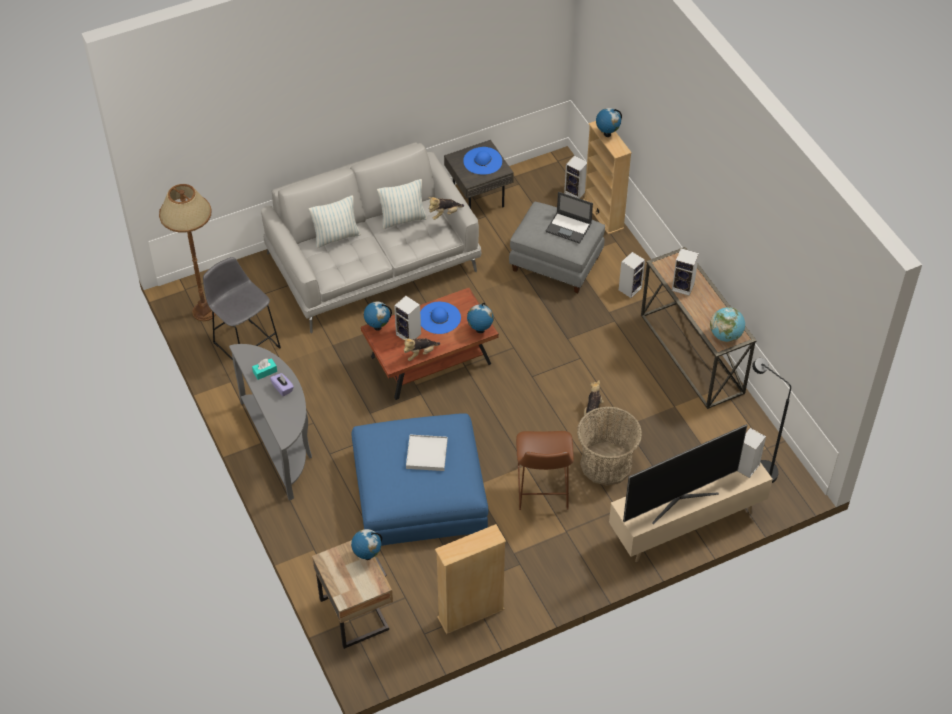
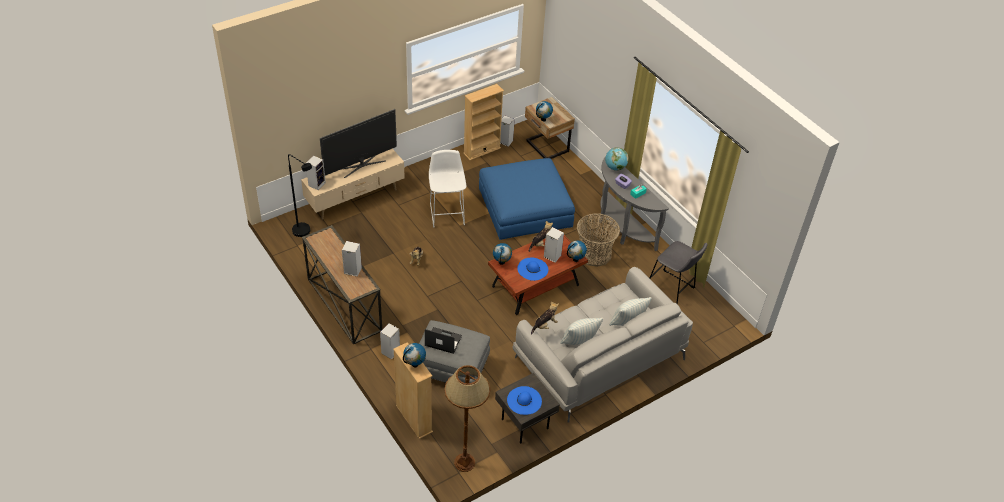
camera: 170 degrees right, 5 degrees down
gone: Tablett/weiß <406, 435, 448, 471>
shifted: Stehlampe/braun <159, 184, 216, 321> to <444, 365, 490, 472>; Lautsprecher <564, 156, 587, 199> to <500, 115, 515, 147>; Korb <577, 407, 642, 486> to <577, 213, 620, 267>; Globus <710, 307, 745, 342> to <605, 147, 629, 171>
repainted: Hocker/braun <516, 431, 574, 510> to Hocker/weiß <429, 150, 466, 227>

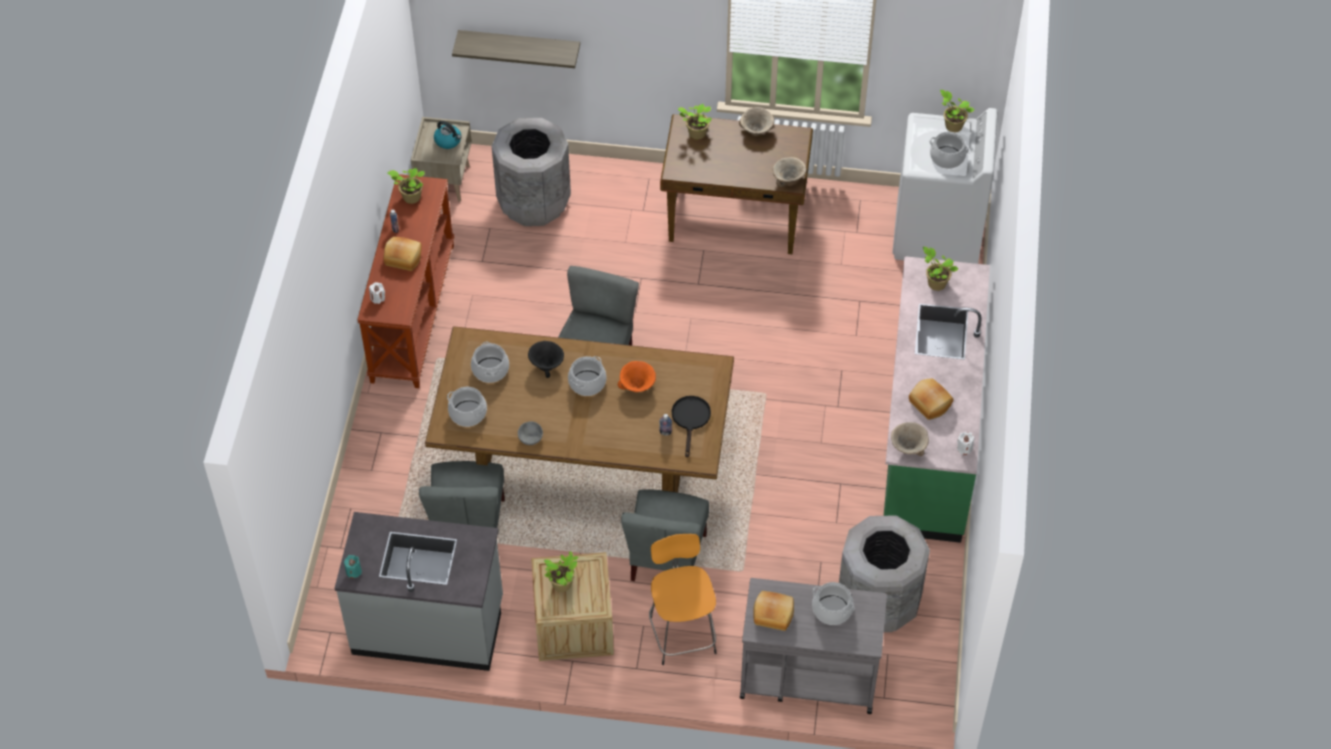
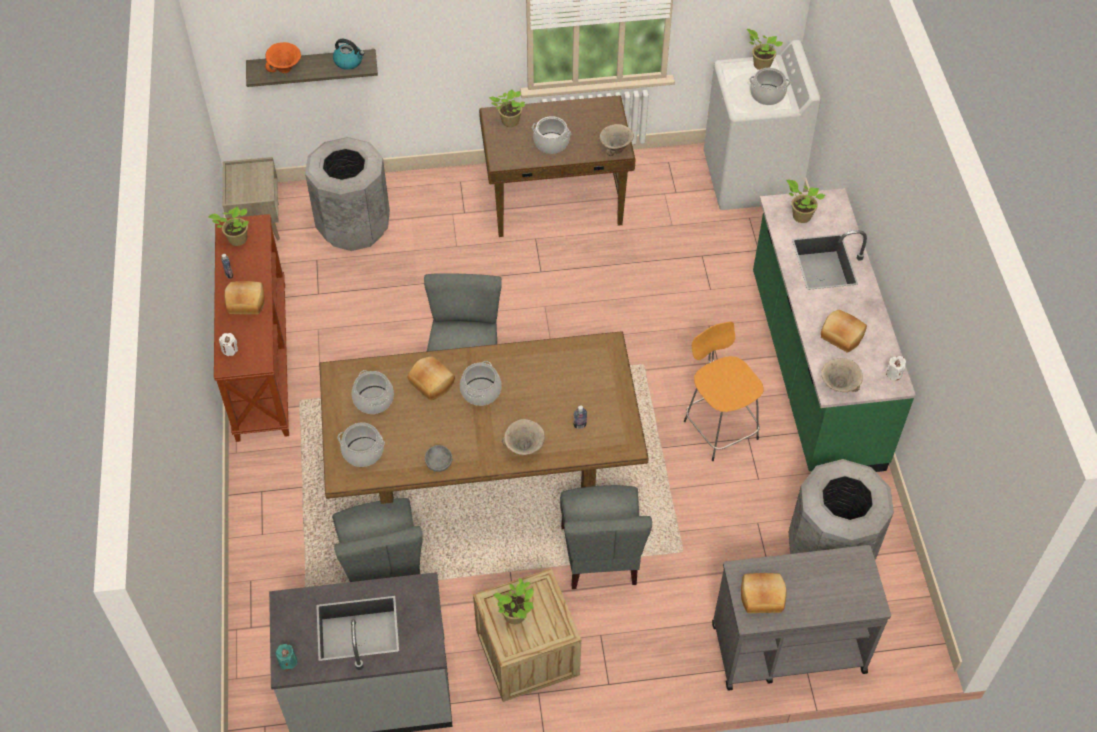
camera: 15 degrees left, 0 degrees up
gone: Pfanne/schwarz <672, 396, 711, 458>
shifted: Schüssel/orange <618, 361, 656, 392> to <265, 42, 301, 73>; Wasserkessel <434, 121, 461, 149> to <333, 39, 364, 70>; Schüssel/beige <739, 107, 774, 136> to <502, 419, 545, 455>; Kochtopf <812, 582, 854, 625> to <532, 116, 571, 154>; Hocker/orange <649, 534, 717, 665> to <684, 321, 763, 461>
swapped: Schüssel/schwarz <528, 341, 564, 378> to Brot <408, 356, 455, 400>

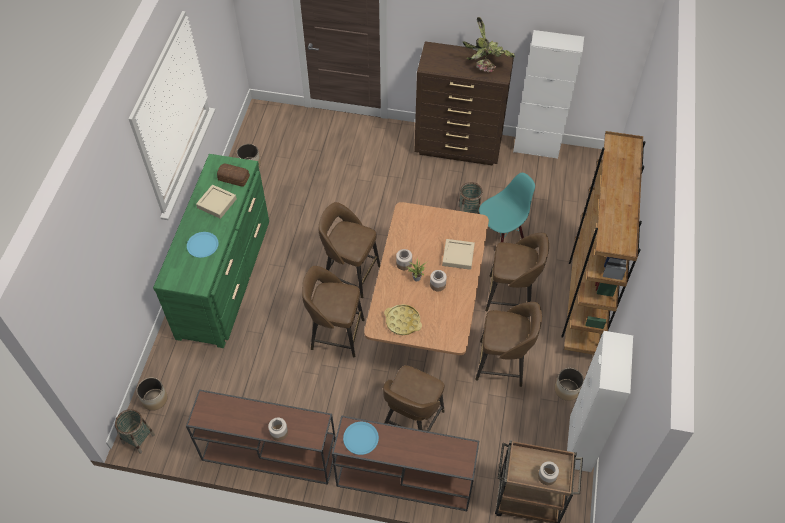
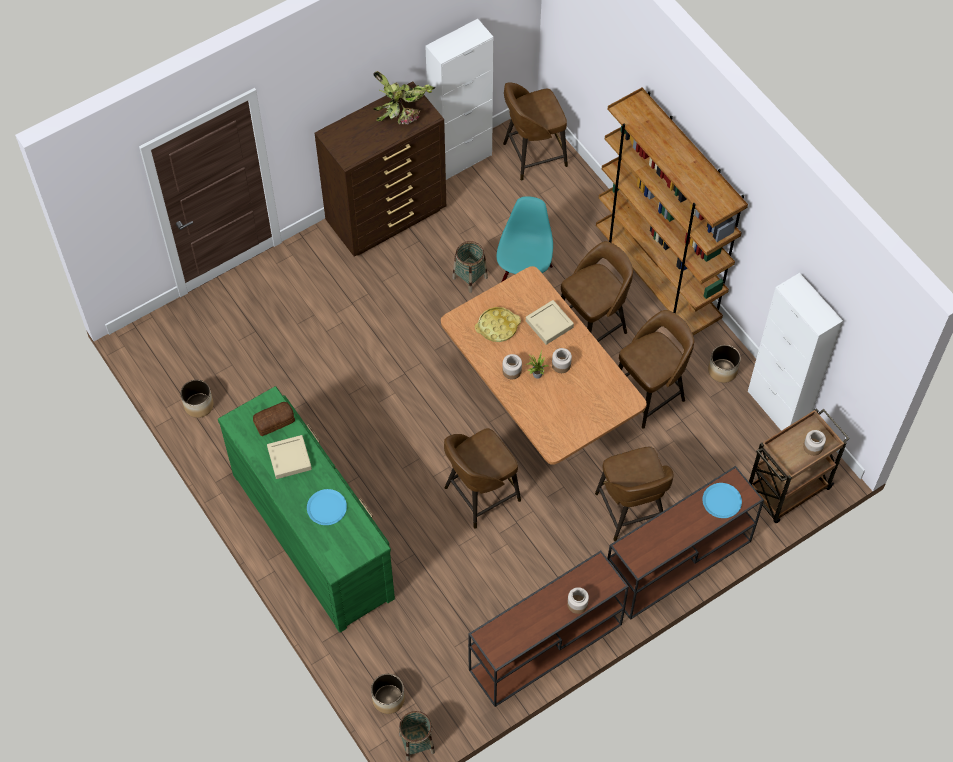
camera: 45 degrees left, 5 degrees up
shifted: Tablett/gelb <384, 304, 422, 335> to <475, 307, 521, 342>; Hocker/braun <319, 202, 380, 298> to <503, 82, 568, 181>; Teller/blau <343, 422, 379, 455> to <703, 483, 742, 518>

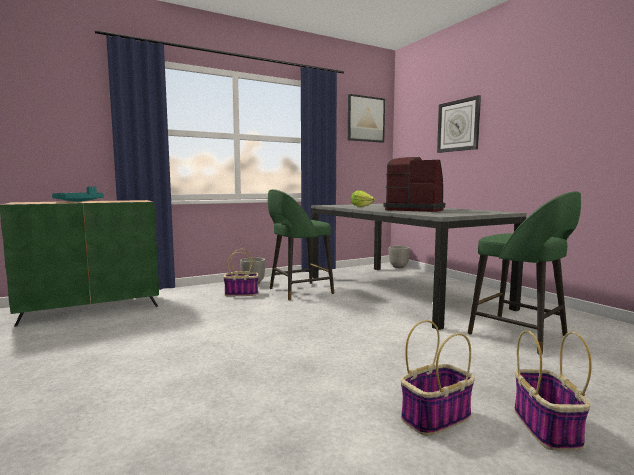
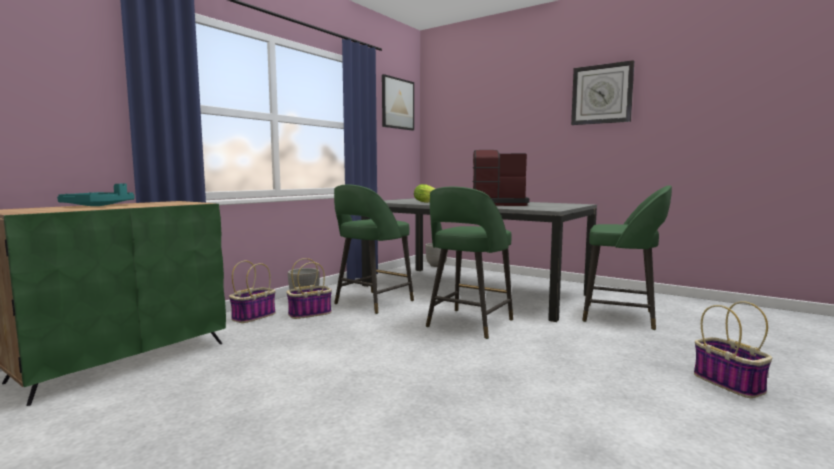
camera: 25 degrees left, 0 degrees up
new: Hocker/grün <426, 187, 513, 339>
shifted: Korb <401, 320, 475, 436> to <229, 261, 276, 323>; Wanduhr <437, 95, 481, 153> to <571, 60, 634, 125>

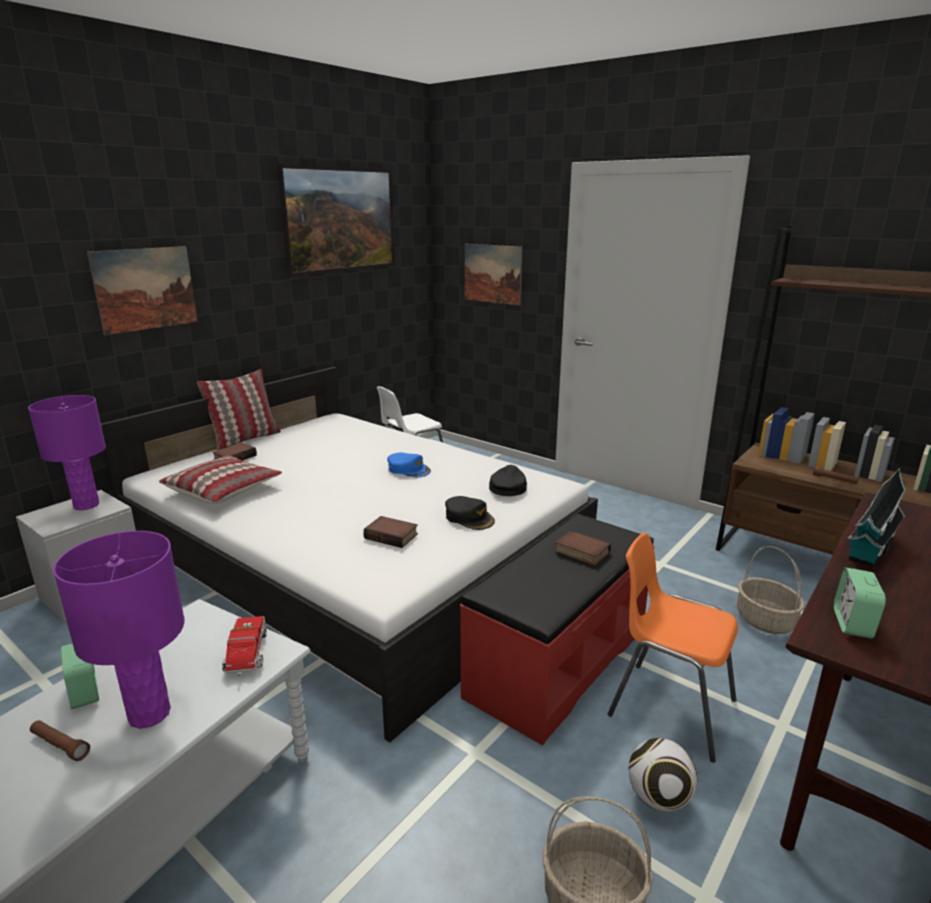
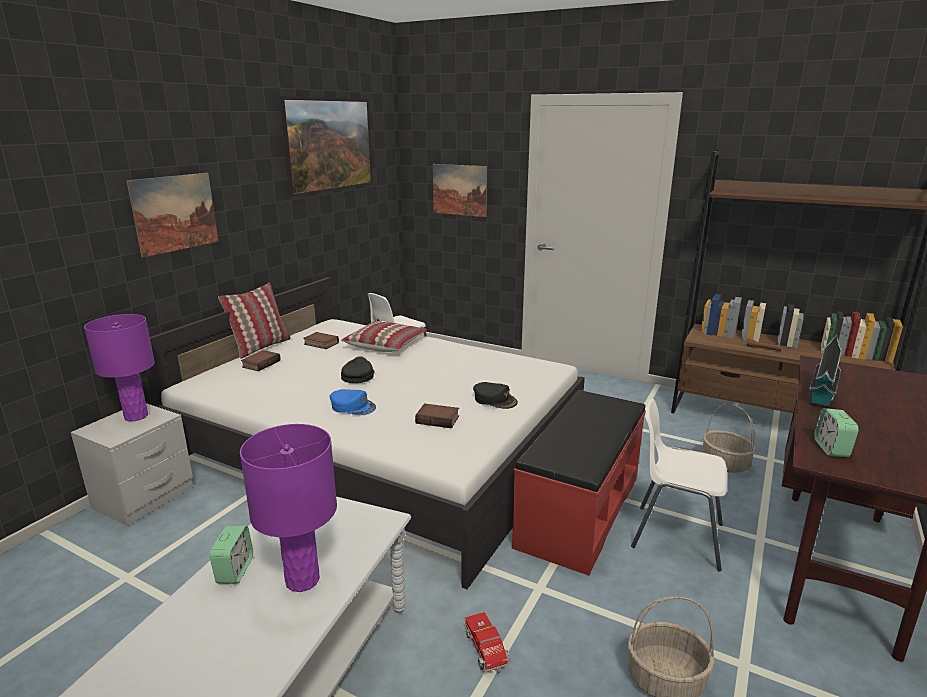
camera: 10 degrees left, 0 degrees up
gone: Taschenlampe/braun <30, 720, 90, 761>; Fußball <628, 738, 697, 812>
shifted: Buch <555, 530, 611, 566> to <303, 332, 339, 349>; Kappe/blau <387, 453, 431, 478> to <329, 389, 376, 415>; Kissen <159, 455, 282, 504> to <341, 321, 427, 352>; Kappe/schwarz <489, 465, 527, 496> to <341, 356, 375, 383>; Spielzeuglaster <222, 616, 267, 676> to <464, 612, 510, 673>
repainted: Stuhl/orange <608, 533, 738, 763> to Stuhl/weiß <631, 398, 727, 571>
rotated: Wecker <61, 643, 99, 710> = <210, 525, 253, 584> 135 degrees counterclockwise

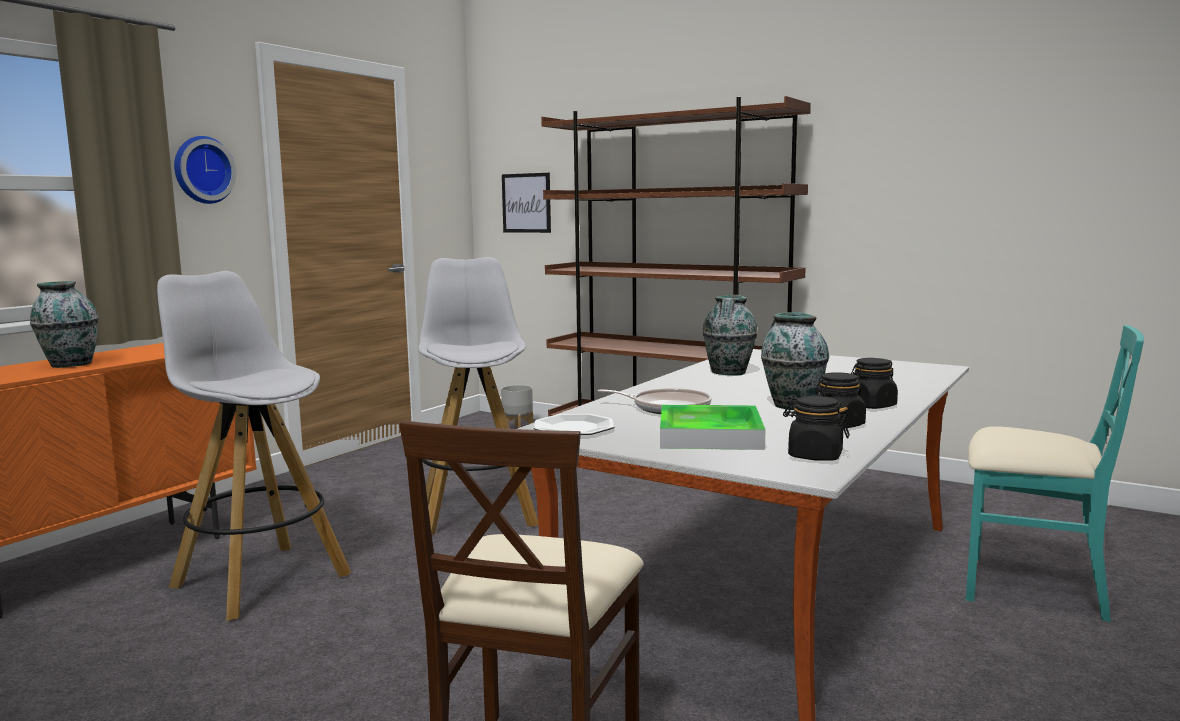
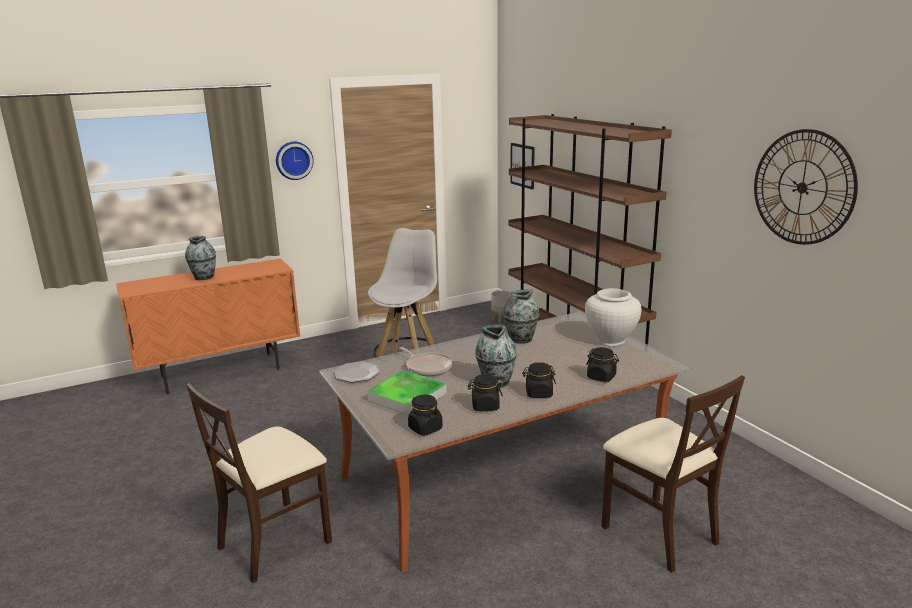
camera: 30 degrees right, 10 degrees up
gone: Hocker/weiß <157, 271, 351, 621>
new: Vase/weiß <585, 288, 641, 346>; Vorratsglas/schwarz <586, 347, 619, 382>; Wanduhr <754, 129, 858, 245>
repainted: Stuhl/türkis <966, 325, 1144, 622> to Stuhl/beige <601, 375, 745, 573>

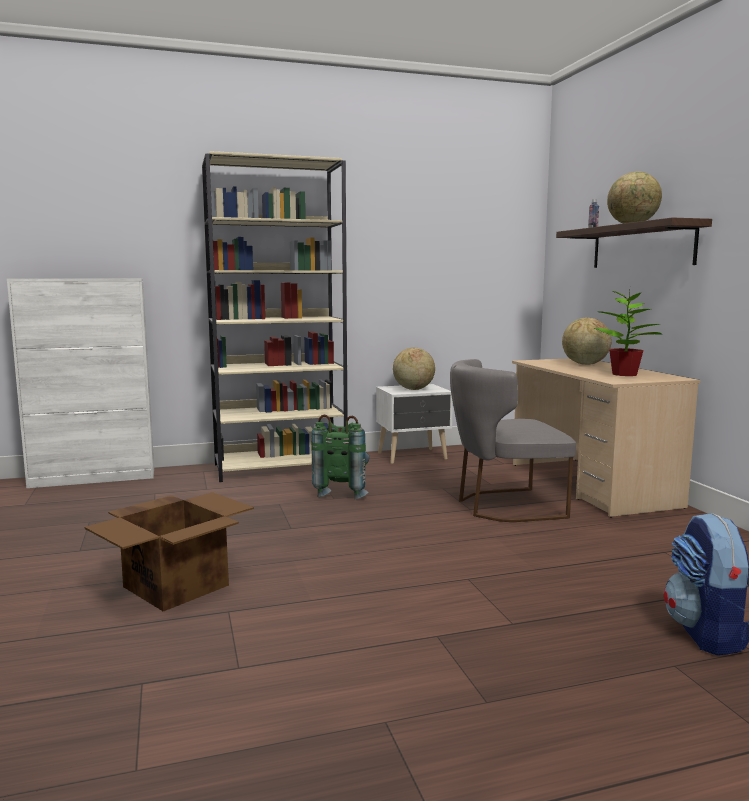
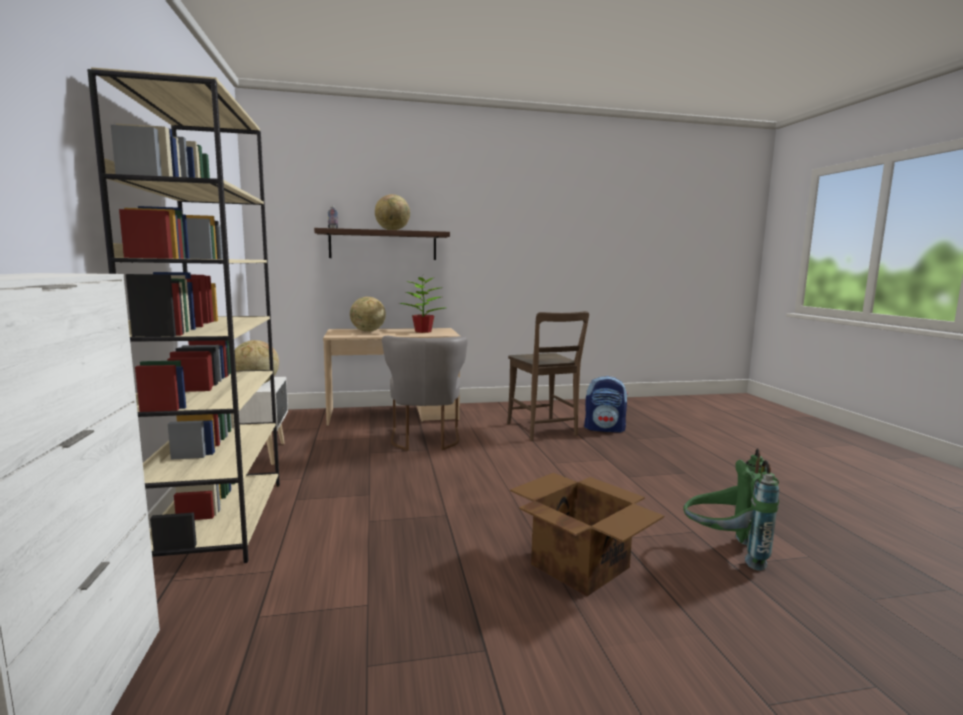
camera: 85 degrees left, 0 degrees up
new: Stuhl/braun <507, 311, 589, 441>
shifted: Rucksack/grün <311, 415, 369, 500> to <683, 448, 779, 571>

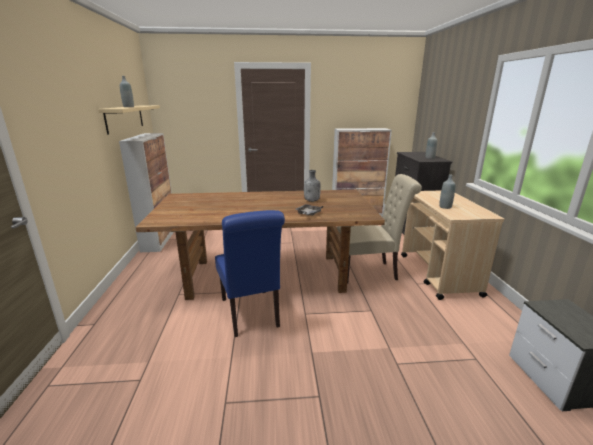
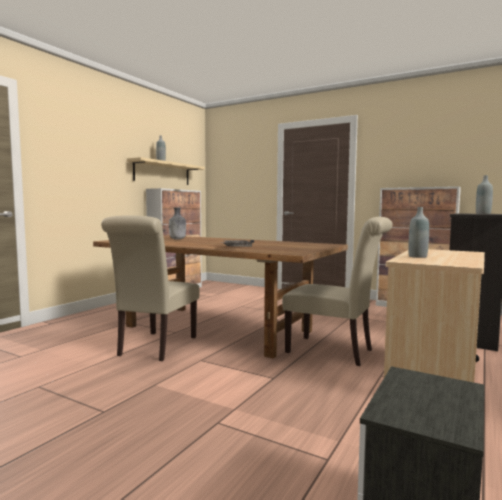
camera: 35 degrees right, 15 degrees down
shifted: Flasche/grau <304, 170, 321, 202> to <169, 207, 186, 240>
repainted: Stuhl/blau <215, 210, 285, 337> to Stuhl/beige <101, 216, 199, 361>

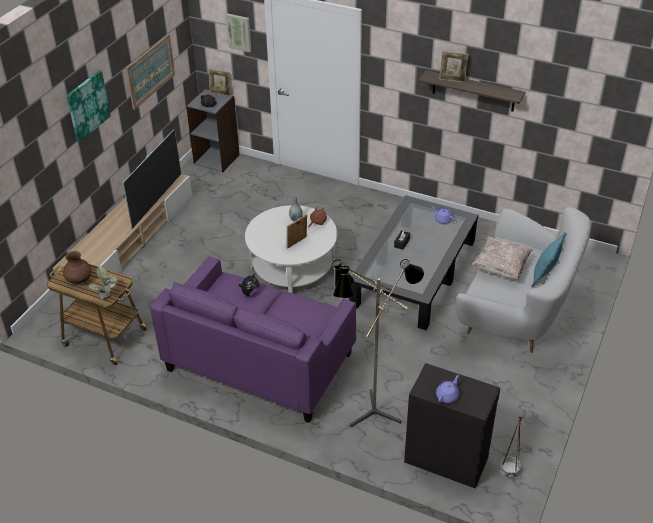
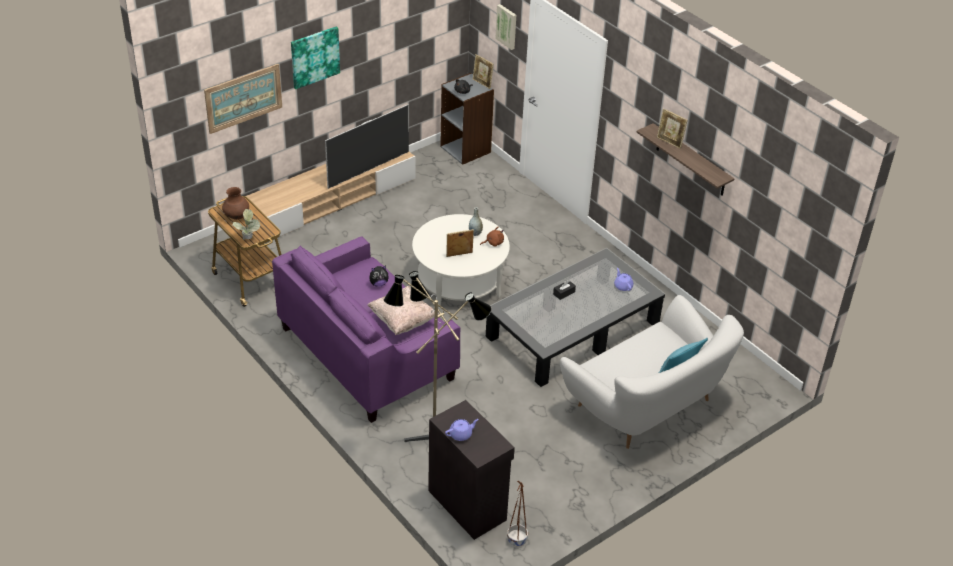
camera: 25 degrees right, 0 degrees up
shifted: Bild <126, 34, 175, 110> to <204, 64, 282, 134>; Kissen/beige <473, 237, 532, 279> to <367, 286, 435, 335>

